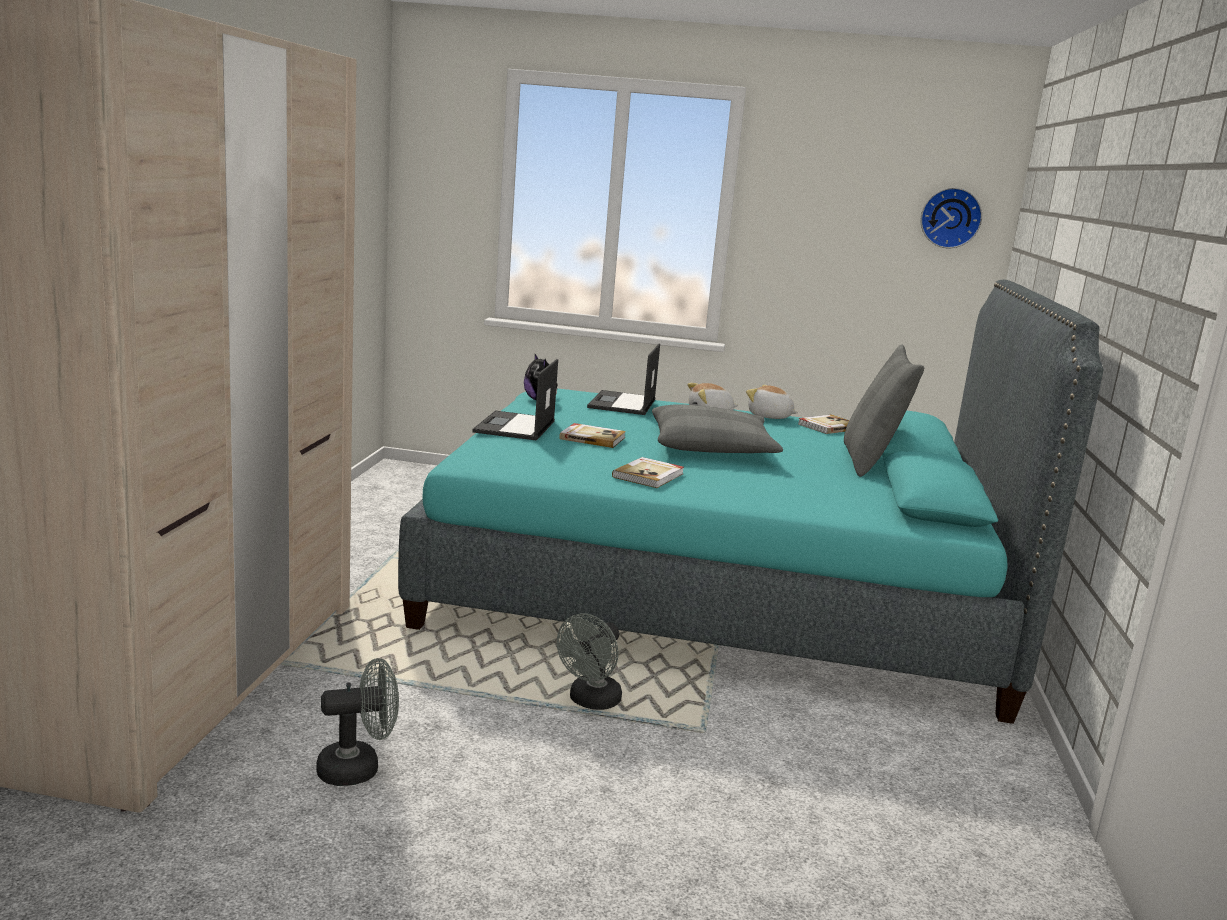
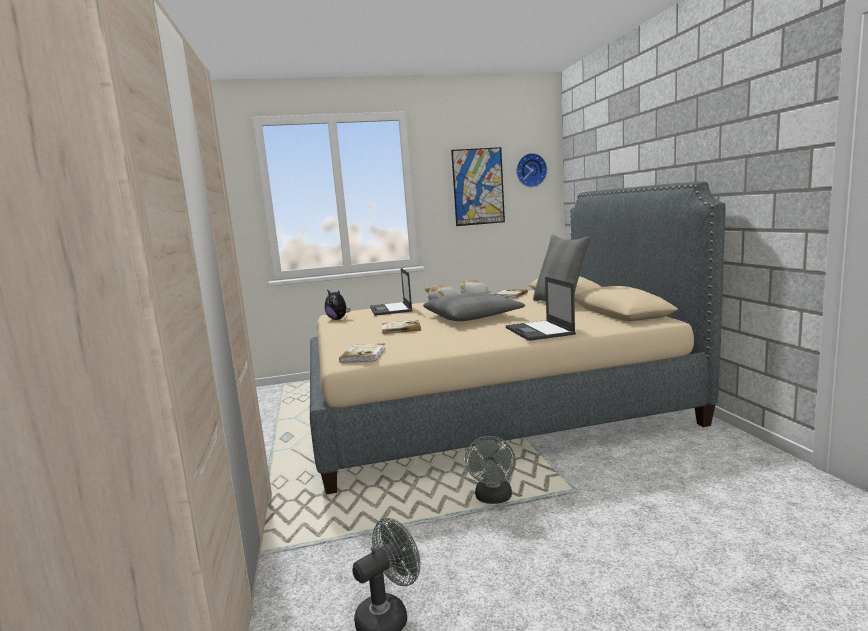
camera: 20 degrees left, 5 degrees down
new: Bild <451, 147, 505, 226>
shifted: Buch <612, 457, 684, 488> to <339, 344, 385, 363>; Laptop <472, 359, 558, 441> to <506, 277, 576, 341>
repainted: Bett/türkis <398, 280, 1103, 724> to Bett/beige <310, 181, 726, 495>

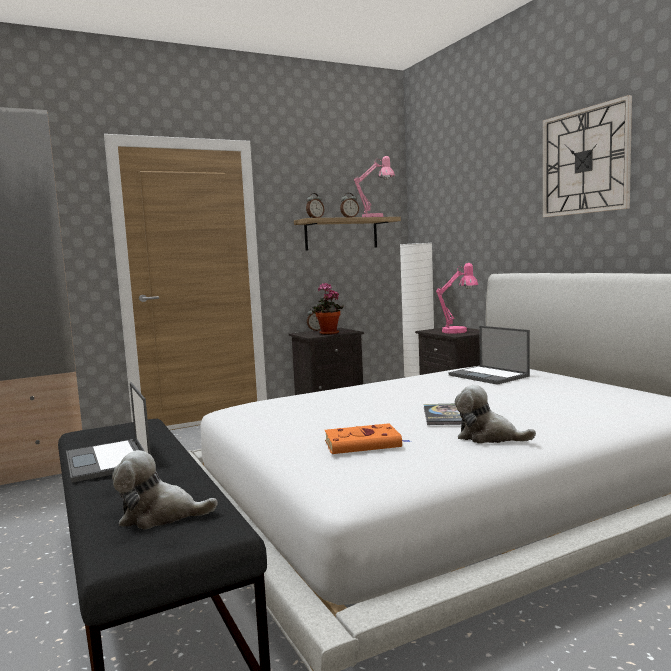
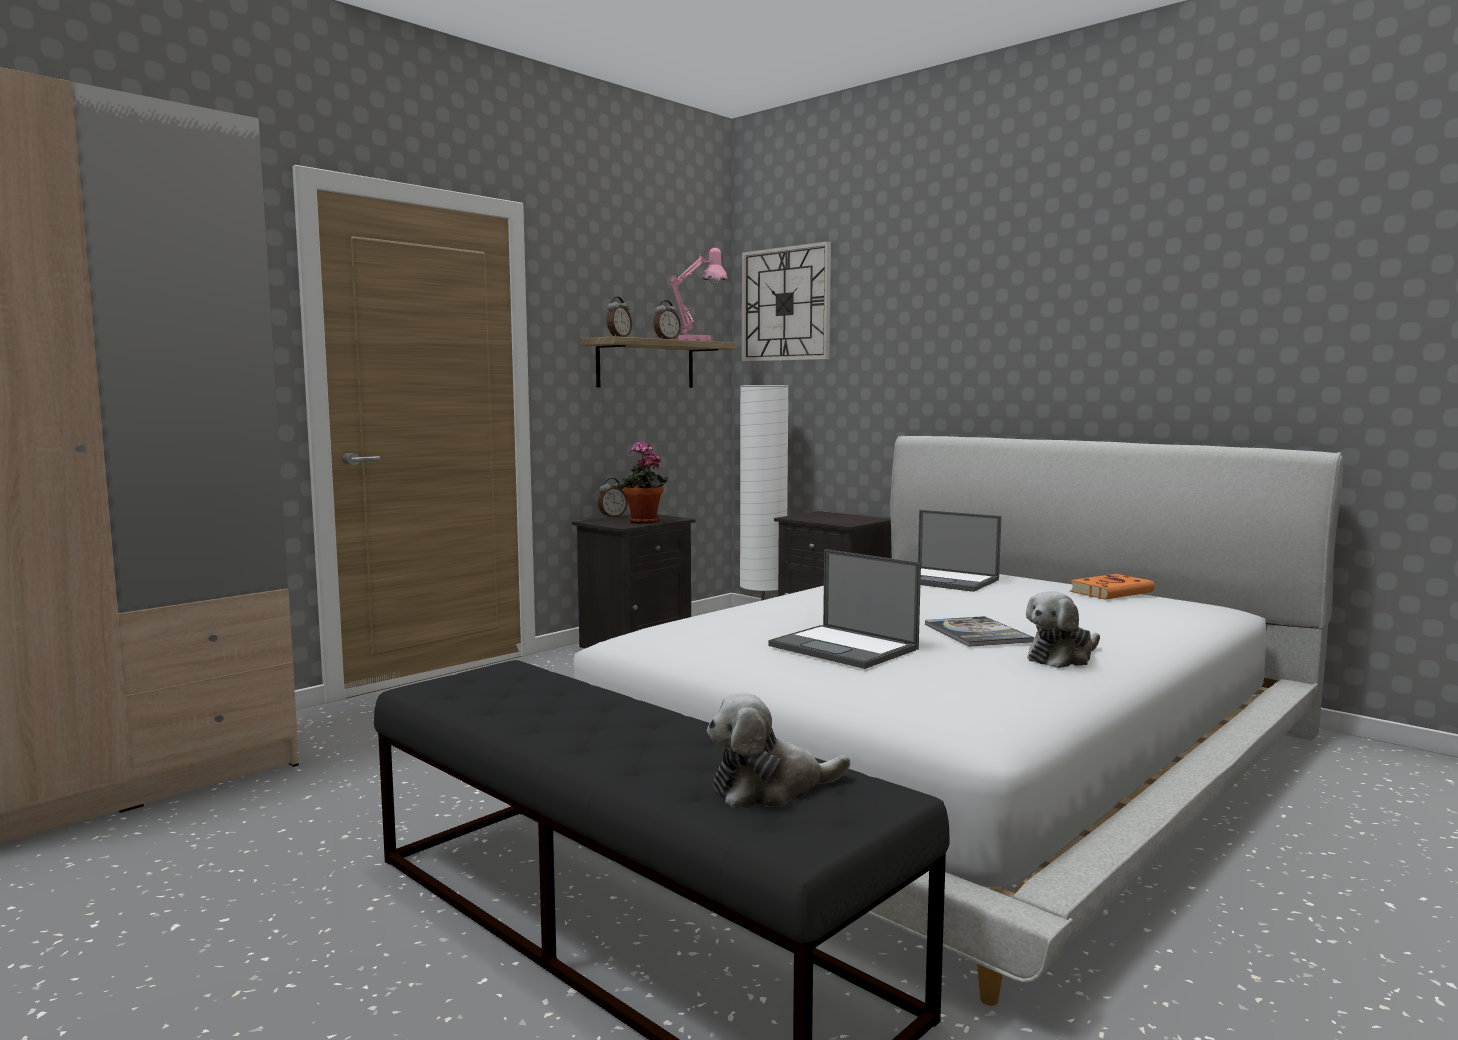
camera: 20 degrees left, 0 degrees up
gone: Tischlampe/rosa <436, 263, 478, 334>
shifted: Wanduhr <543, 95, 632, 217> to <742, 241, 831, 362>; Laptop <66, 382, 151, 483> to <768, 549, 921, 669>; Buch/orange <325, 423, 411, 454> to <1070, 574, 1155, 600>
rotated: Plüschtier <455, 385, 536, 443> = <1026, 591, 1100, 668> 45 degrees counterclockwise

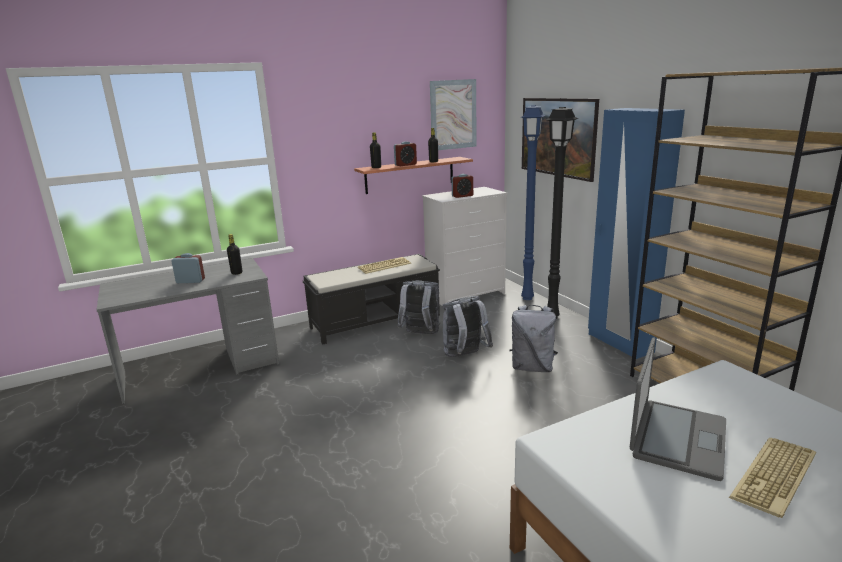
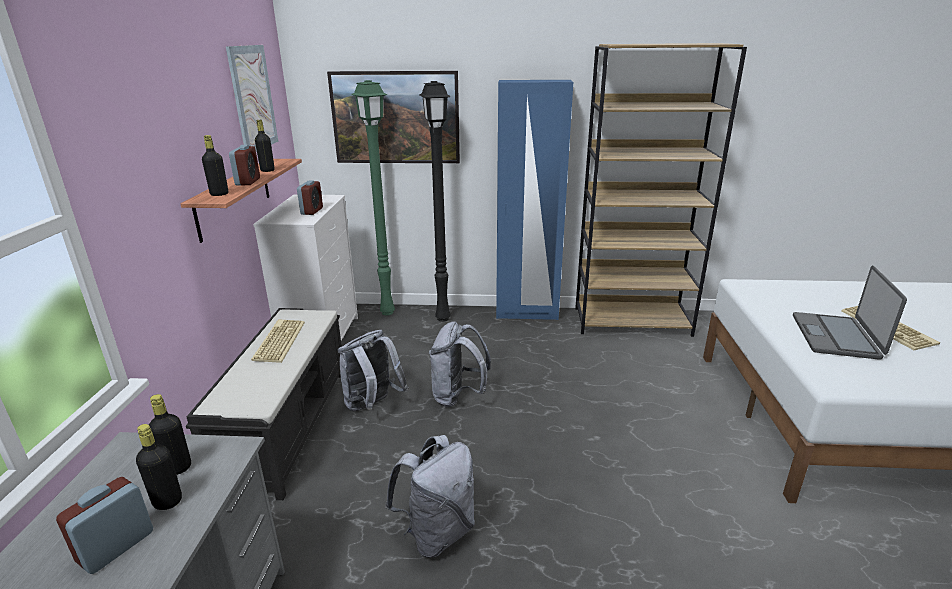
camera: 60 degrees left, 5 degrees up
new: Flasche/schwarz <136, 424, 182, 510>
shifted: Rucksack/grau <509, 305, 558, 372> to <385, 435, 475, 558>
repainted: Stehlampe/blau <521, 105, 545, 300> to Stehlampe/grün <351, 80, 395, 315>
rotated: Laptop <630, 337, 726, 481> = <793, 266, 907, 360> 135 degrees counterclockwise

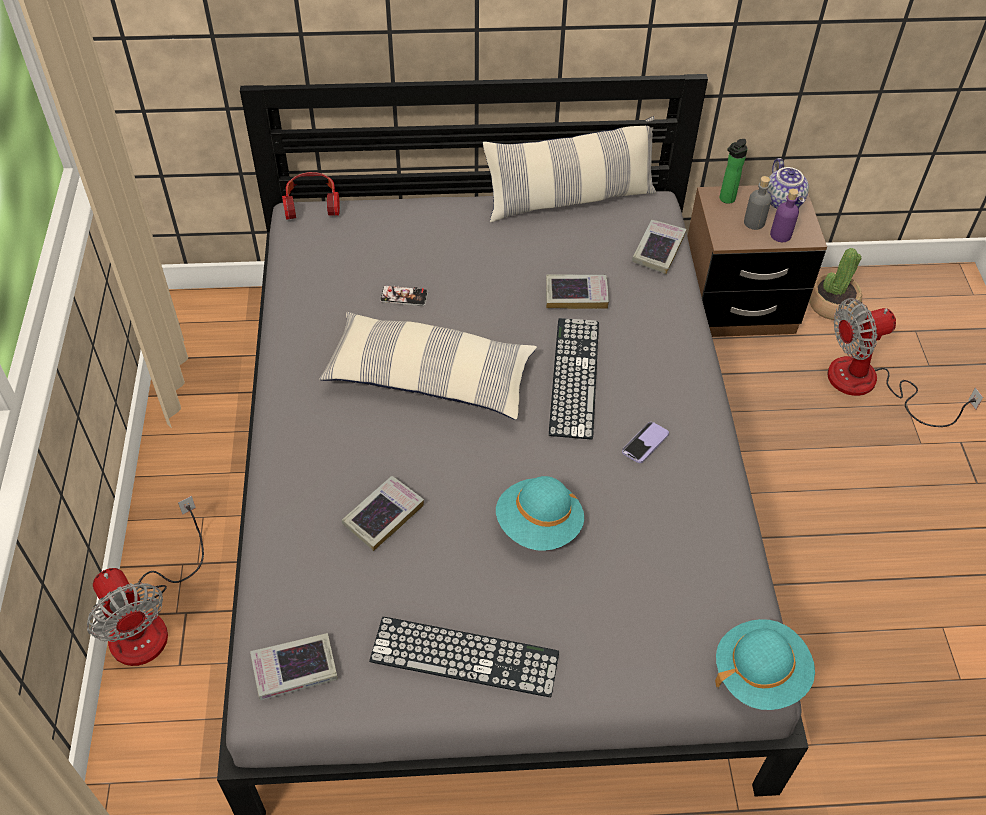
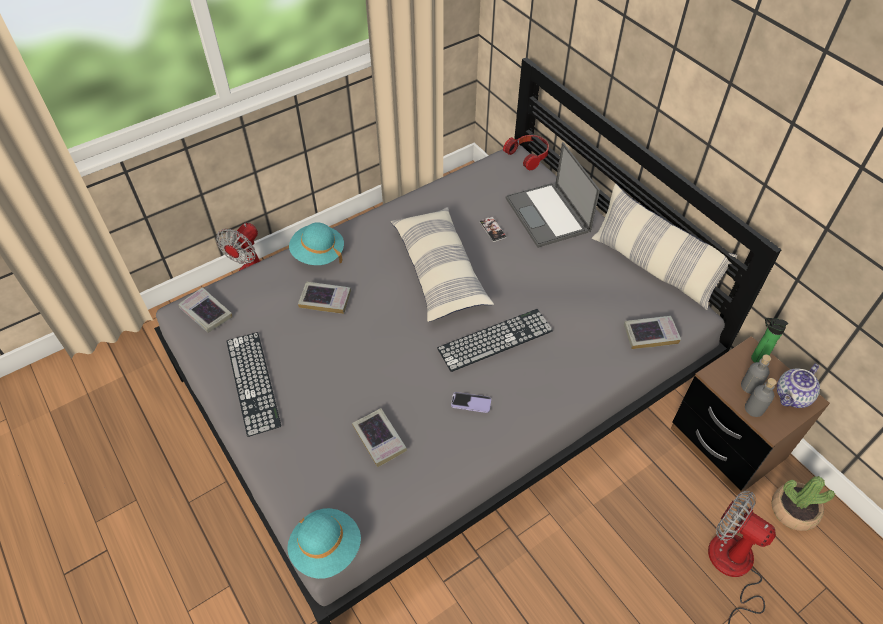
camera: 60 degrees right, 0 degrees up
new: Laptop <506, 142, 600, 248>
shifted: Hut/türkis <496, 476, 584, 551> to <289, 222, 344, 265>; Buch <546, 274, 609, 309> to <352, 408, 407, 467>
repainted: Flasche/lila <770, 189, 799, 242> to Flasche/grau <745, 378, 777, 417>

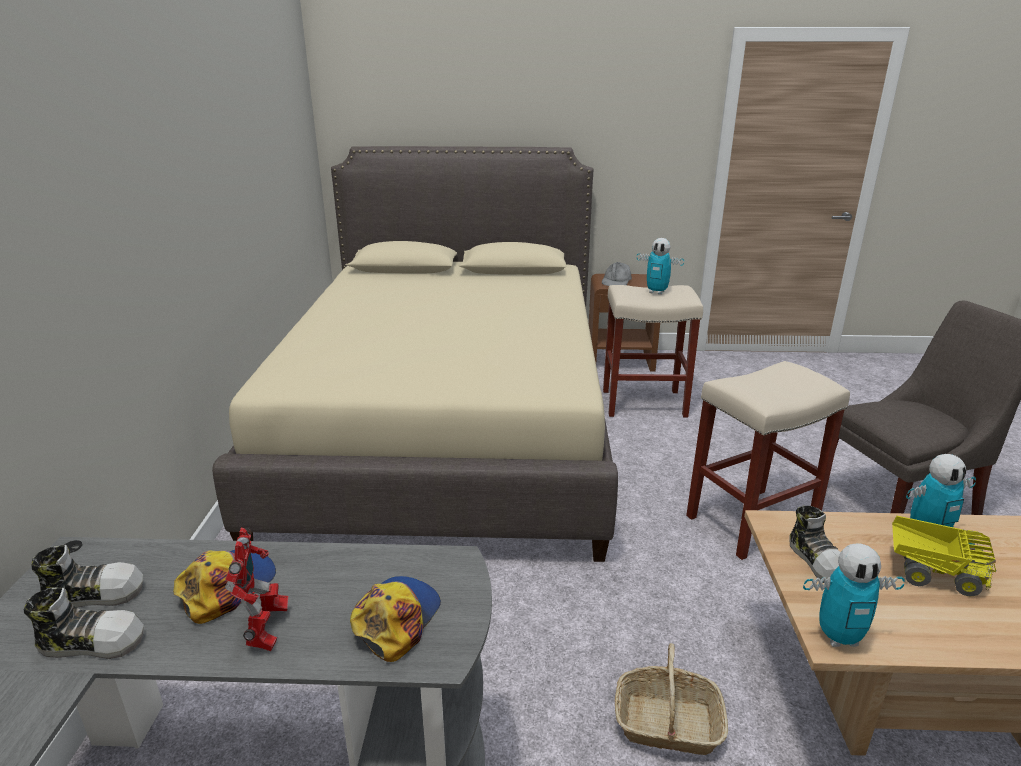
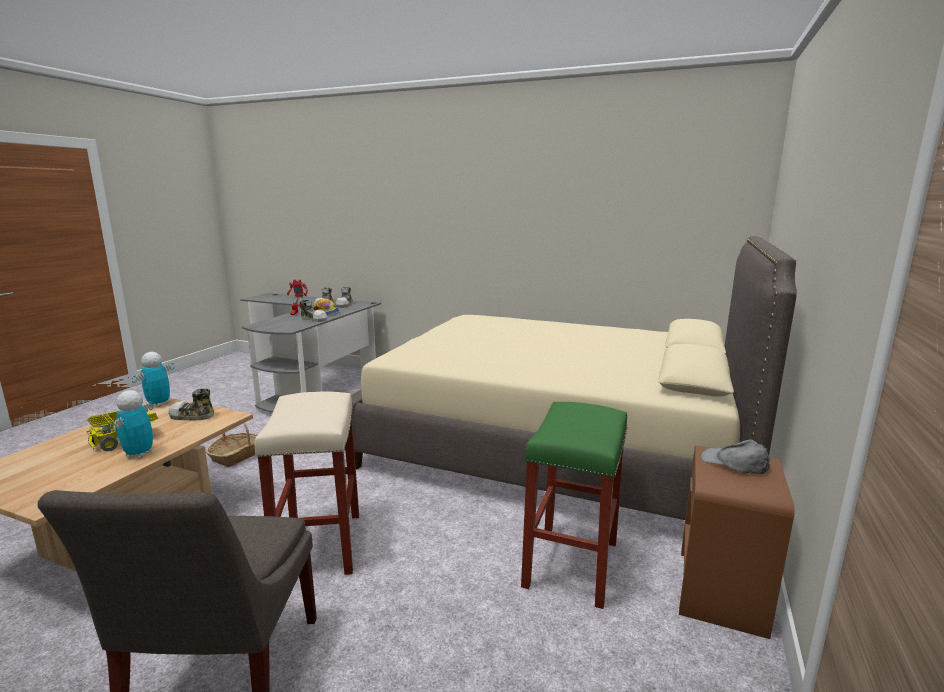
camera: 110 degrees right, 10 degrees down
gone: Kappe <350, 576, 441, 662>; Spielzeugroboter <637, 238, 684, 295>
new: Schuh <300, 300, 327, 322>
repainted: Hocker/beige <603, 285, 703, 417> to Hocker/grün <521, 402, 628, 609>

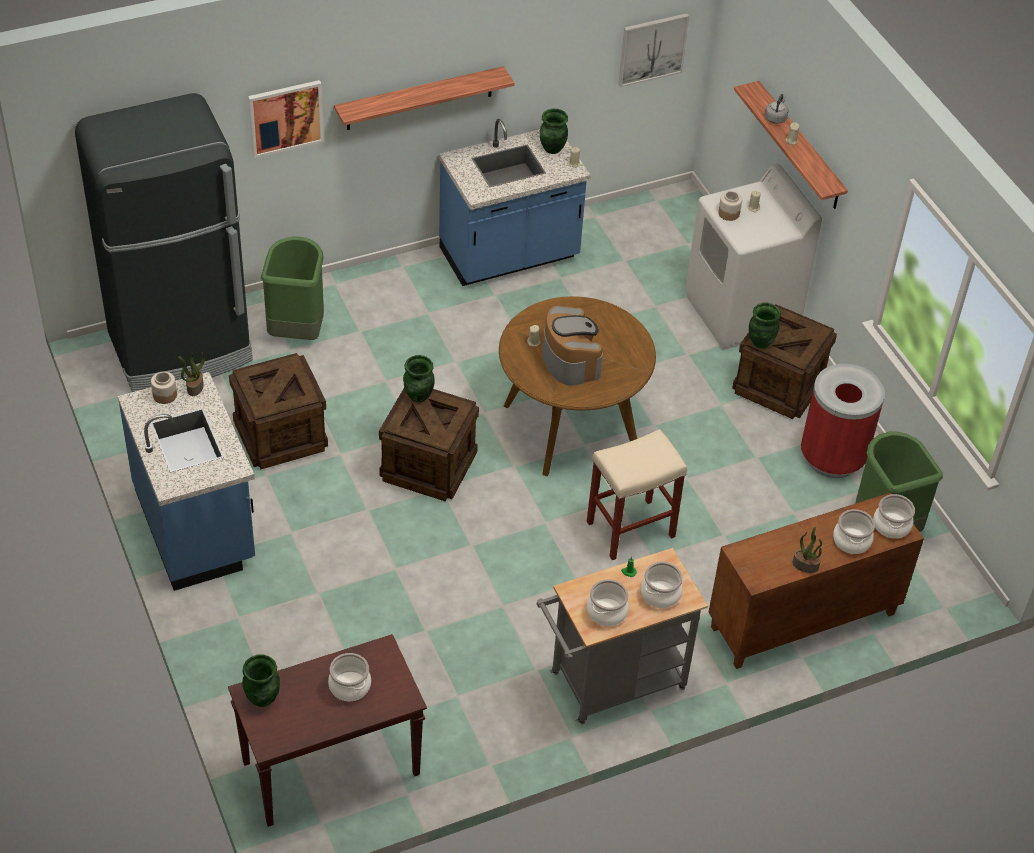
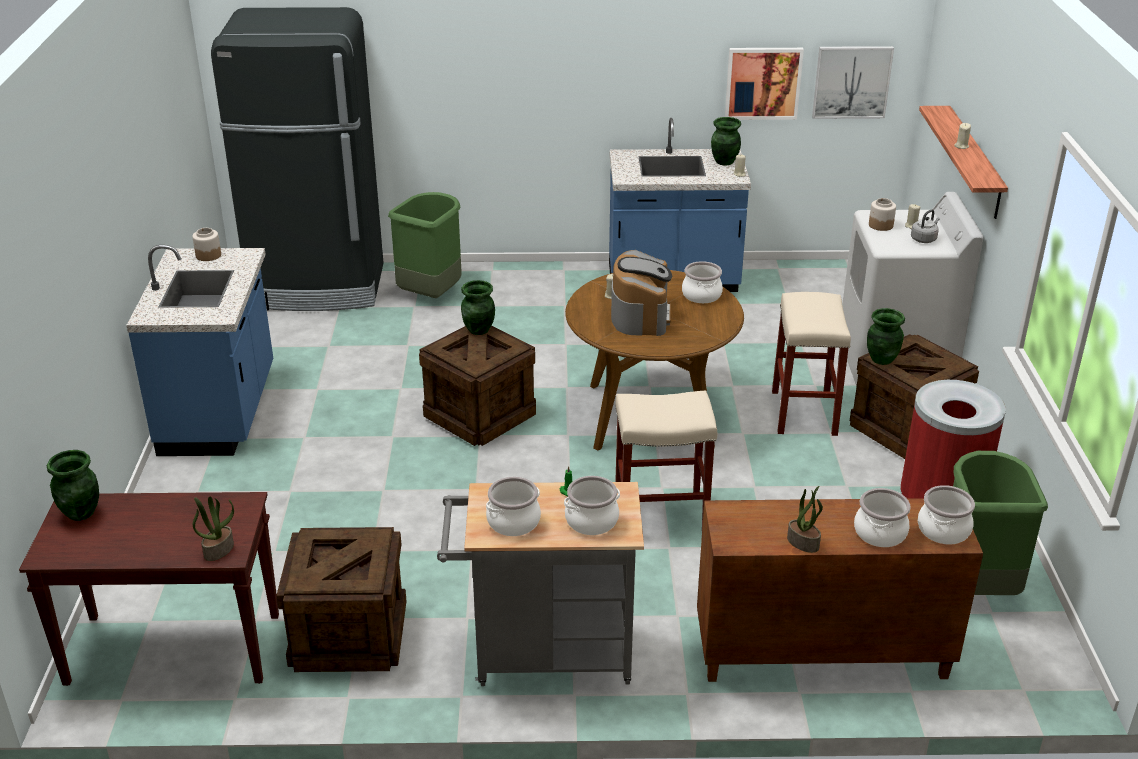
camera: 25 degrees right, 15 degrees down
gone: Wandregal <334, 66, 515, 130>
new: Hocker/beige <772, 292, 851, 436>
shifted: Topfpflanze <178, 353, 205, 396> to <193, 496, 234, 561>; Kiste <229, 353, 328, 469> to <276, 527, 406, 672>; Kochtopf <328, 653, 371, 701> to <682, 261, 723, 303>; Bild <248, 80, 324, 158> to <725, 48, 804, 120>; Wasserkessel/grau <765, 94, 789, 124> to <911, 209, 939, 243>

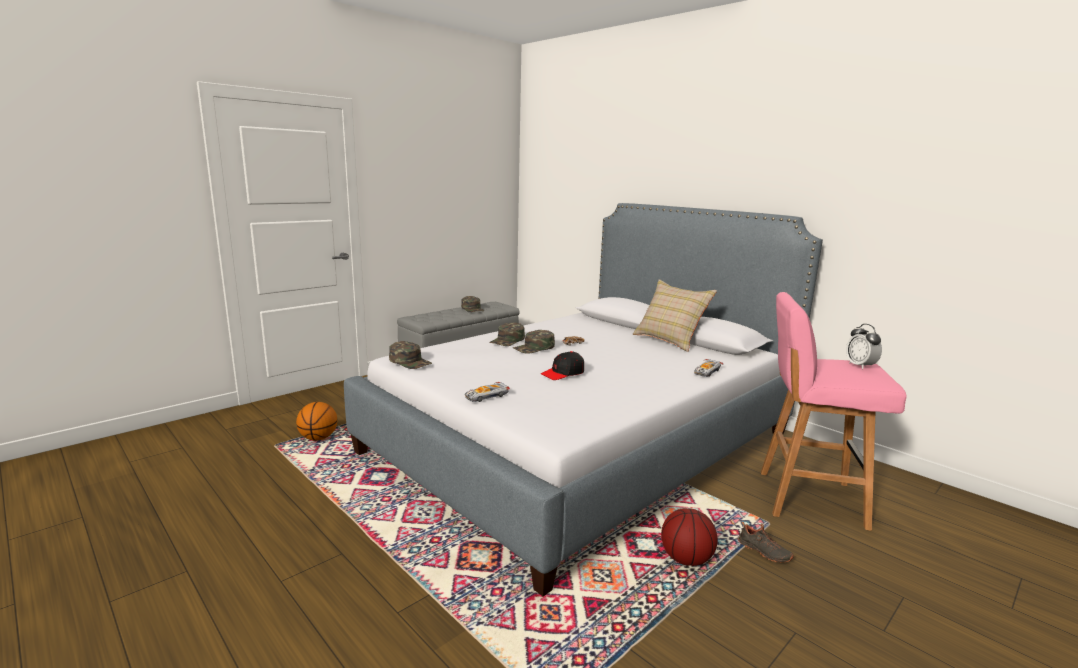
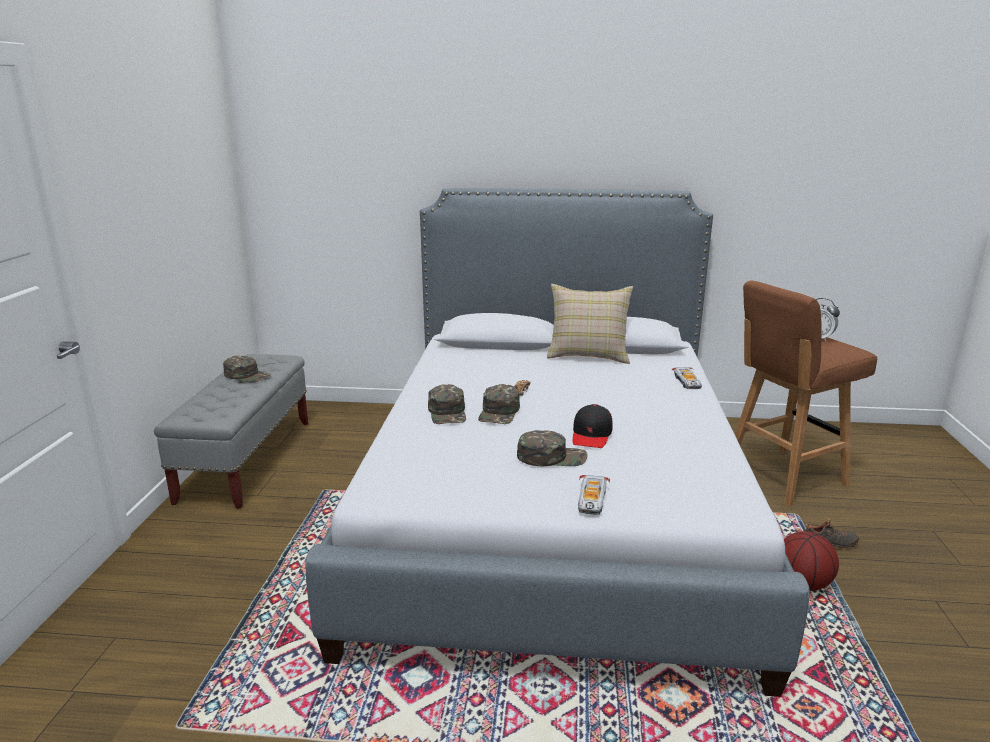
camera: 40 degrees left, 5 degrees up
gone: Basketball <296, 402, 337, 441>
shifted: Kappe/grün <389, 341, 432, 369> to <517, 430, 588, 466>
repainted: Hocker/rosa <761, 292, 907, 531> to Hocker/braun <735, 280, 877, 506>

